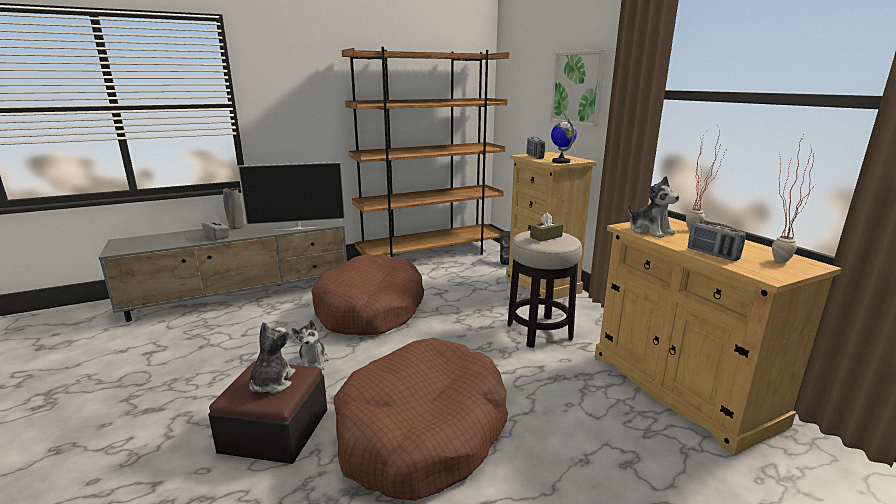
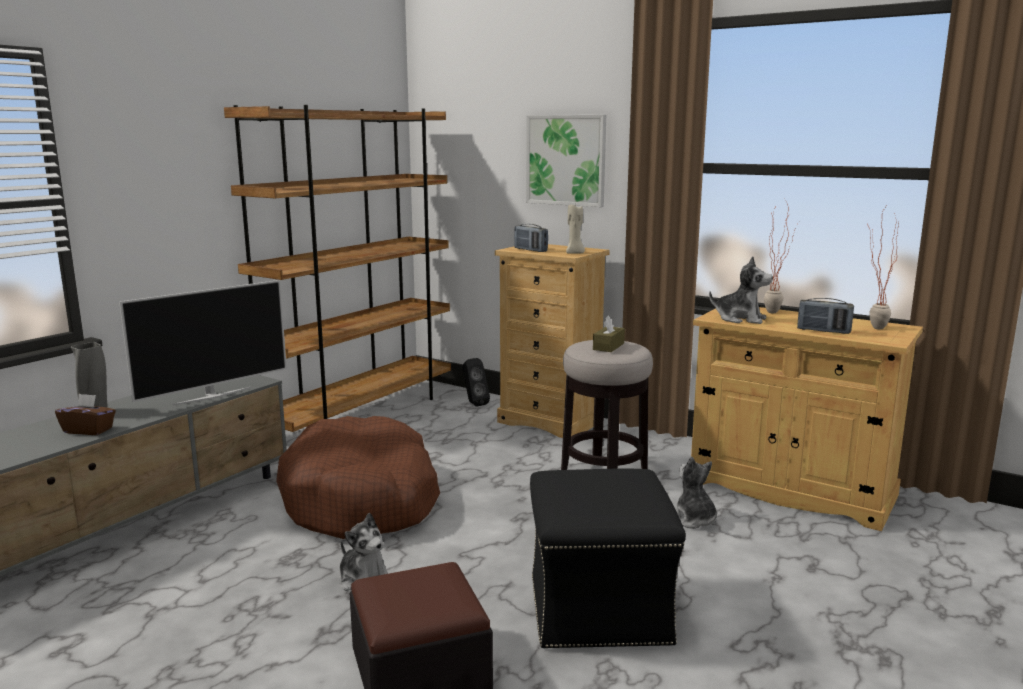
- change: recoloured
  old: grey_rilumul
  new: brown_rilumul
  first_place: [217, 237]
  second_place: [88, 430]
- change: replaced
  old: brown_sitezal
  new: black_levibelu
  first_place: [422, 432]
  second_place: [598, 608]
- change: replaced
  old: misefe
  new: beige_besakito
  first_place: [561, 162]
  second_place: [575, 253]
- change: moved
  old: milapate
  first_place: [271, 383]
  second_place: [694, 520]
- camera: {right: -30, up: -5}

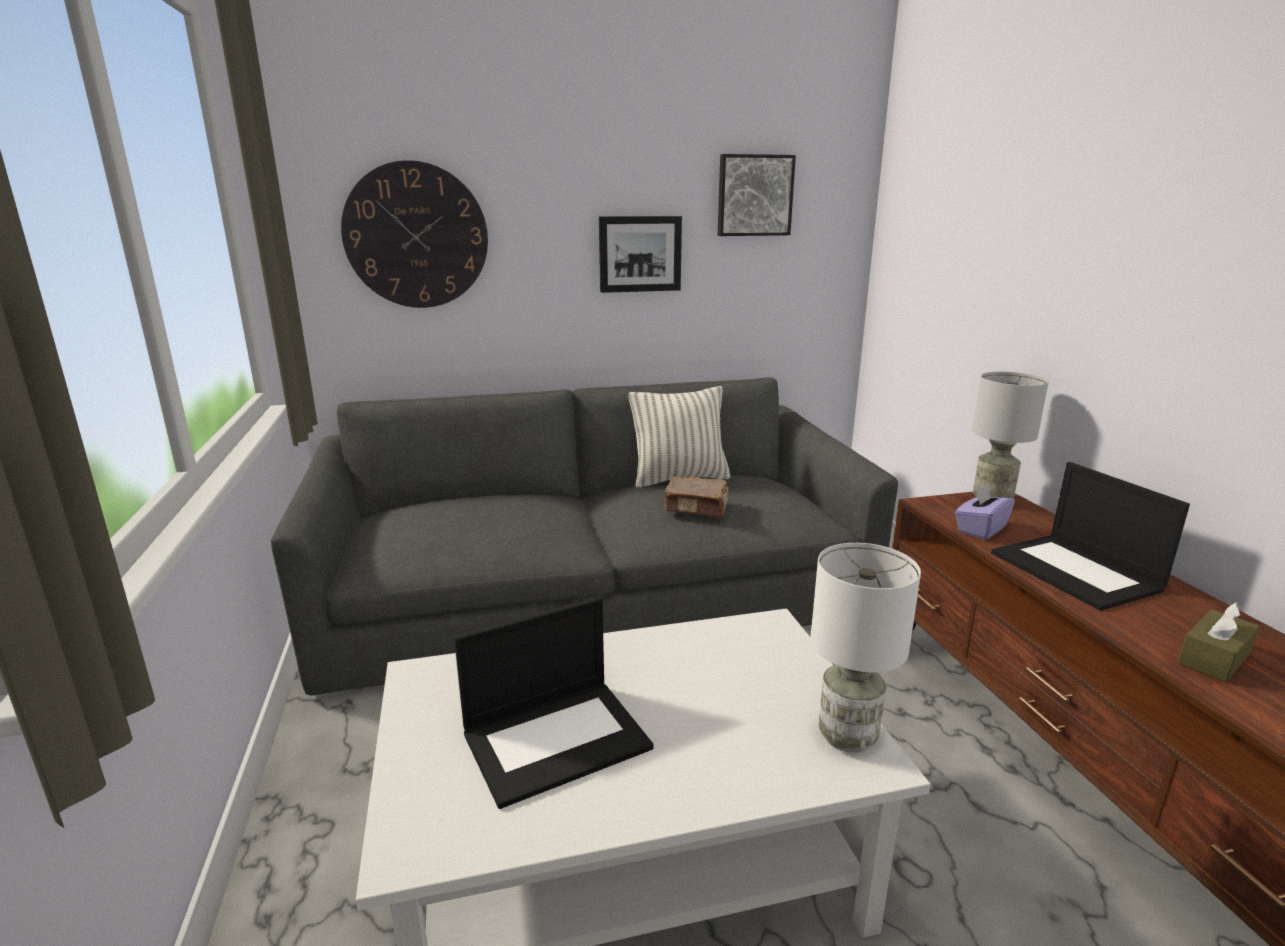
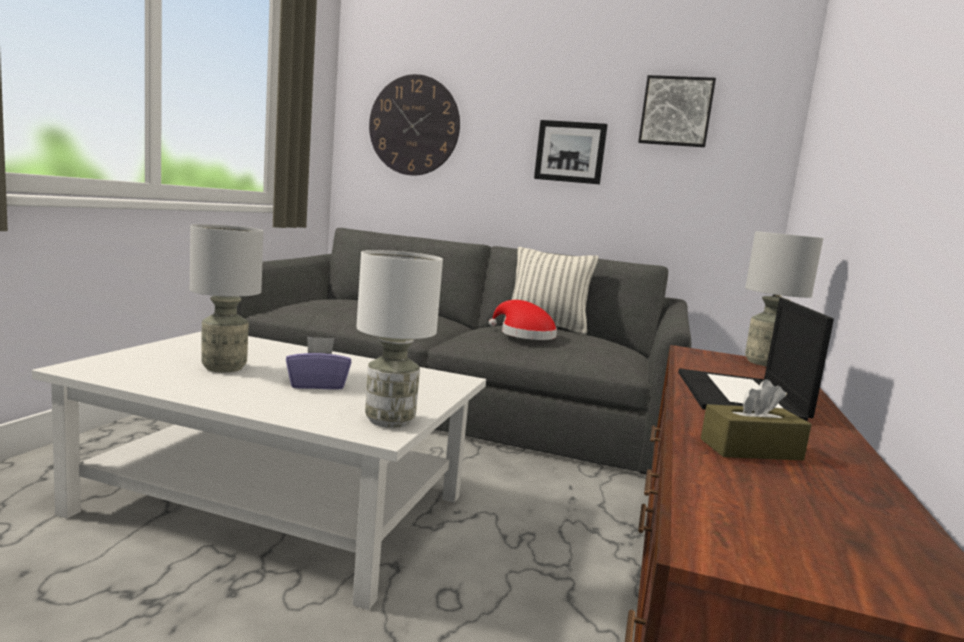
- change: replaced
  old: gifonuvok
  new: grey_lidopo
  first_place: [557, 738]
  second_place: [225, 367]
- change: moved
  old: purple_rilumul
  first_place: [980, 529]
  second_place: [318, 384]
- change: replaced
  old: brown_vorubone
  new: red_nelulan
  first_place: [697, 508]
  second_place: [524, 334]
- camera: {right: 30, up: -10}

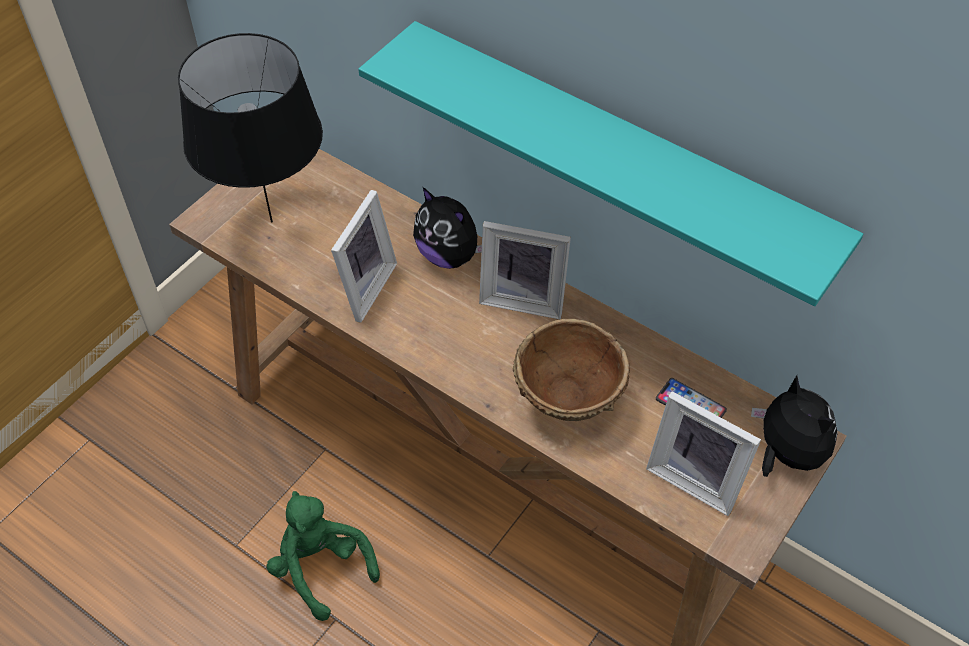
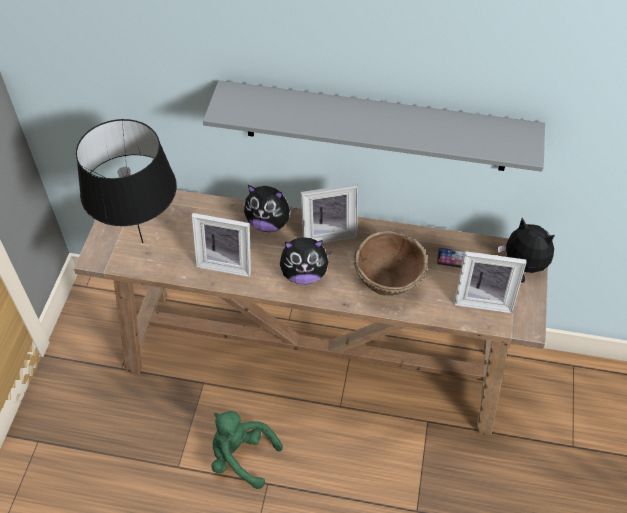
- change: turned
  old: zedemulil
  first_place: [362, 287]
  second_place: [226, 262]
  degrees: 105
- change: recoloured
  old: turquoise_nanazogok
  new: grey_nanazogok
  first_place: [616, 159]
  second_place: [376, 126]
- change: added
  new: milapate
  second_place: [304, 274]
- camera: {right: -25, up: 0}

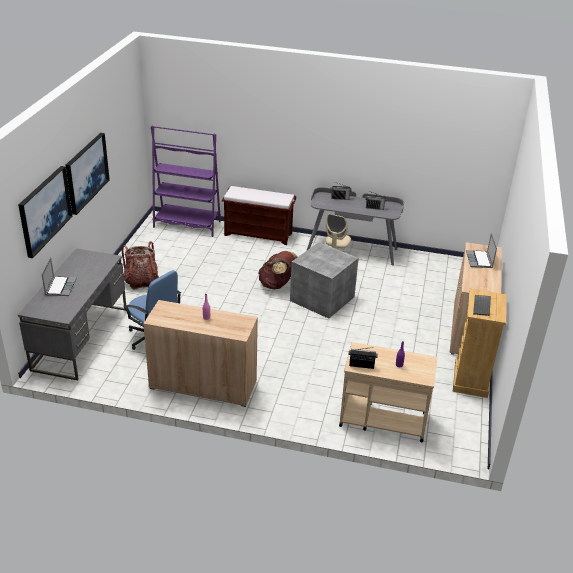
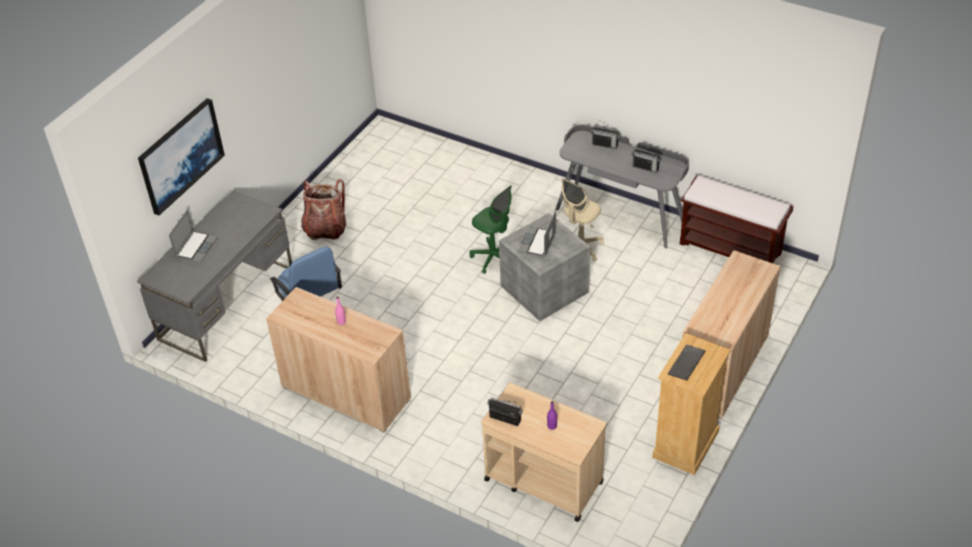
- change: replaced
  old: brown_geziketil
  new: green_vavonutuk
  first_place: [277, 285]
  second_place: [494, 258]
- change: moved
  old: gifonuvok
  first_place: [479, 260]
  second_place: [537, 243]
- change: moved
  old: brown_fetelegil
  first_place: [259, 234]
  second_place: [731, 248]
- change: removed
  old: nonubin
  first_place: [86, 172]
- change: removed
  old: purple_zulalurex
  first_place: [187, 224]
- camera: {right: 20, up: 10}

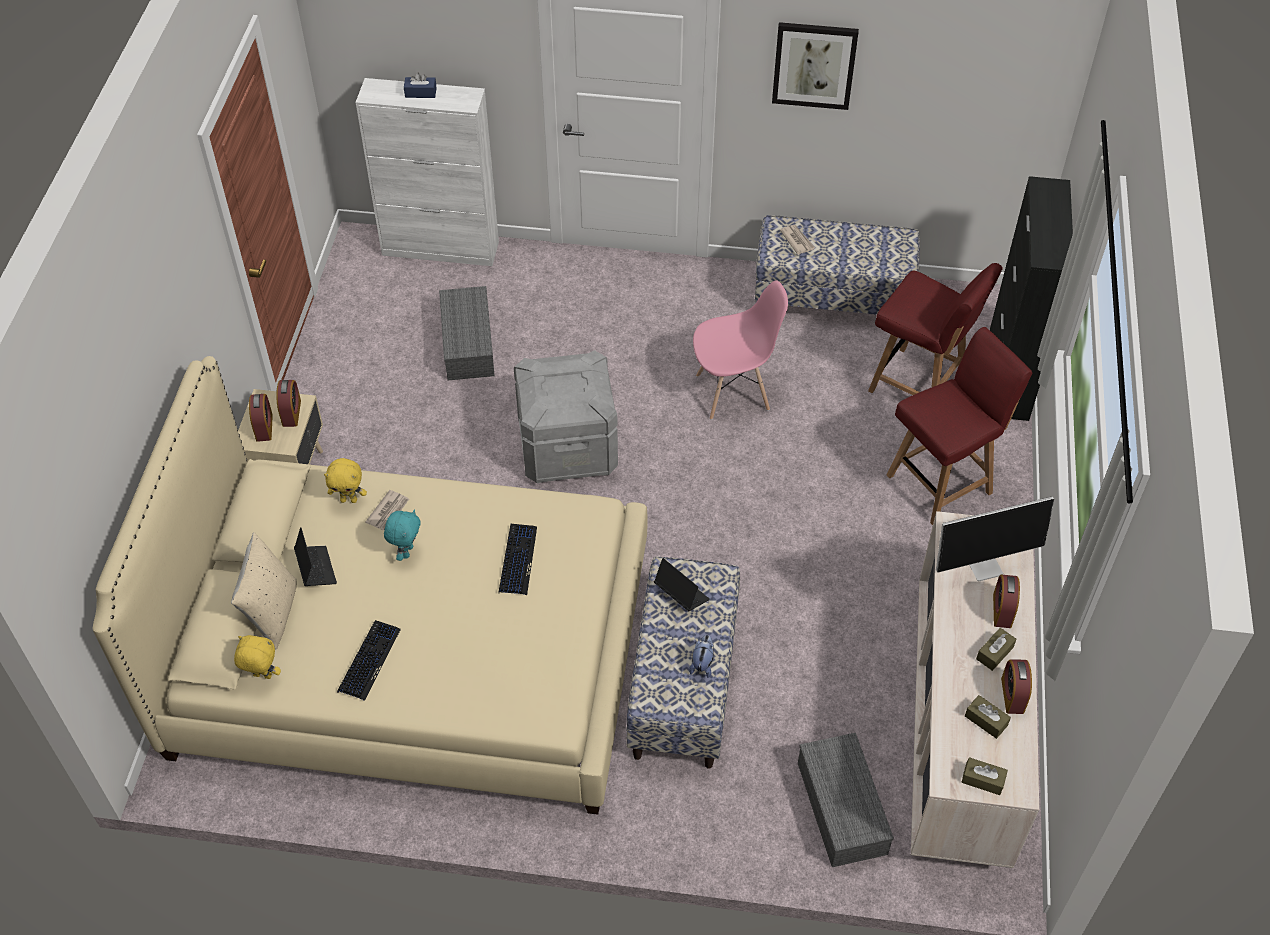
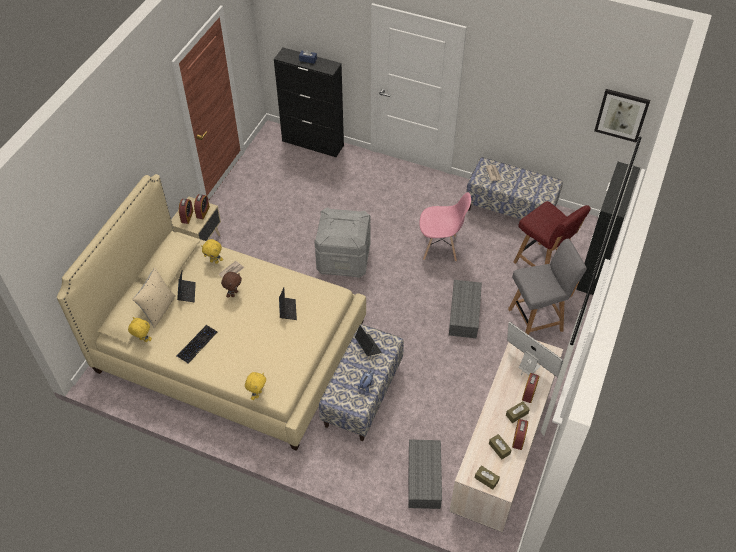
- change: recoloured
  old: turquoise_milapate
  new: brown_milapate
  first_place: [406, 551]
  second_place: [234, 293]
- change: added
  new: yellow_milapate
  second_place: [257, 394]
- change: recoloured
  old: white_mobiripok
  new: black_mobiripok
  first_place: [441, 248]
  second_place: [313, 143]
- change: replaced
  old: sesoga
  new: gifonuvok
  first_place: [517, 560]
  second_place: [287, 310]
- change: moved
  old: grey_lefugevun
  first_place: [469, 344]
  second_place: [465, 315]
- change: turned
  old: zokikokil
  first_place: [985, 565]
  second_place: [528, 366]
  degrees: -135
- change: recoloured
  old: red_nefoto
  new: grey_nefoto
  first_place: [941, 483]
  second_place: [537, 319]
- change: moved
  old: nonubin
  first_place: [814, 65]
  second_place: [621, 115]
- camera: {right: 15, up: 0}

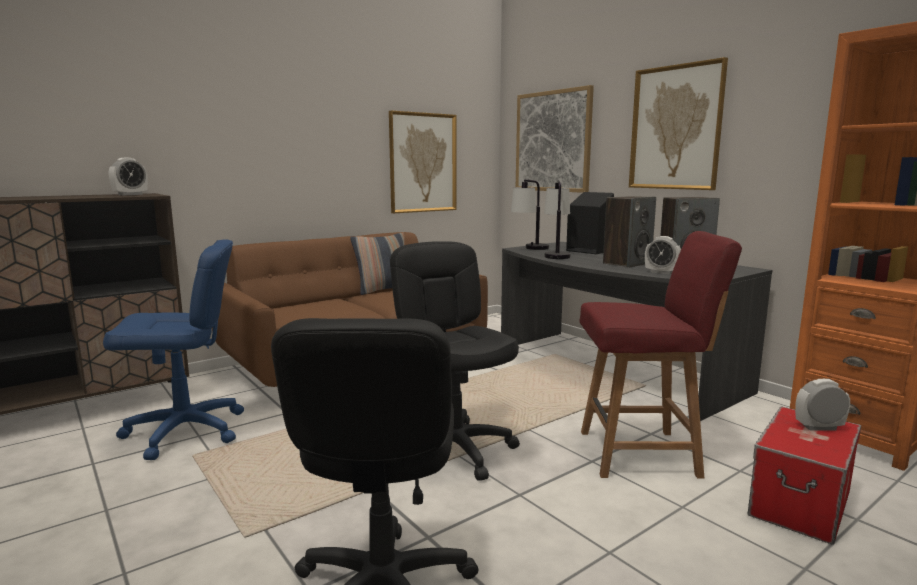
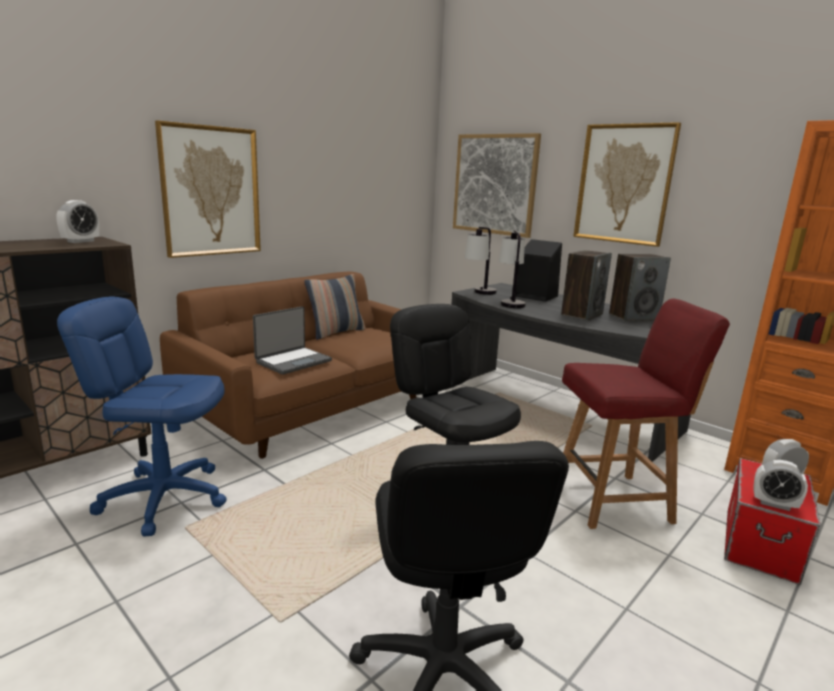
- change: turned
  old: blue_vavonutuk
  first_place: [185, 431]
  second_place: [164, 498]
  degrees: -150
- change: moved
  old: nonubin
  first_place: [423, 163]
  second_place: [211, 191]
- change: added
  new: gifonuvok
  second_place: [293, 361]
- change: moved
  old: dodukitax
  first_place: [661, 272]
  second_place: [774, 504]
- camera: {right: -10, up: 5}

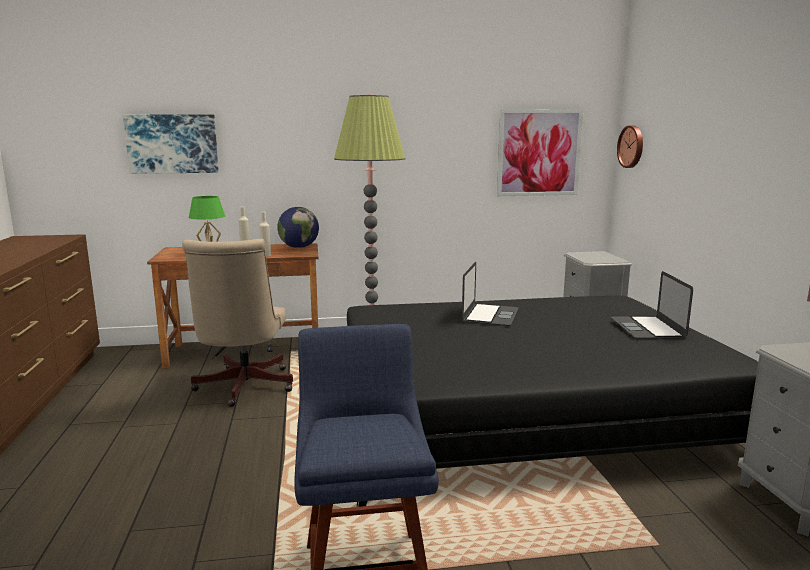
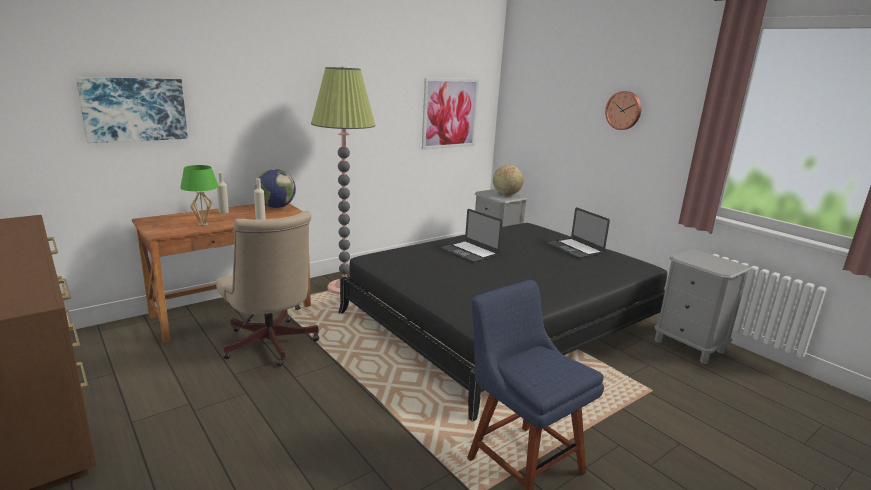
- change: turned
  old: gifonuvok
  first_place: [490, 315]
  second_place: [469, 251]
  degrees: 150
- change: added
  new: misefe
  second_place: [506, 194]
- change: moved
  old: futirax
  first_place: [632, 146]
  second_place: [624, 110]
- camera: {right: -30, up: 5}

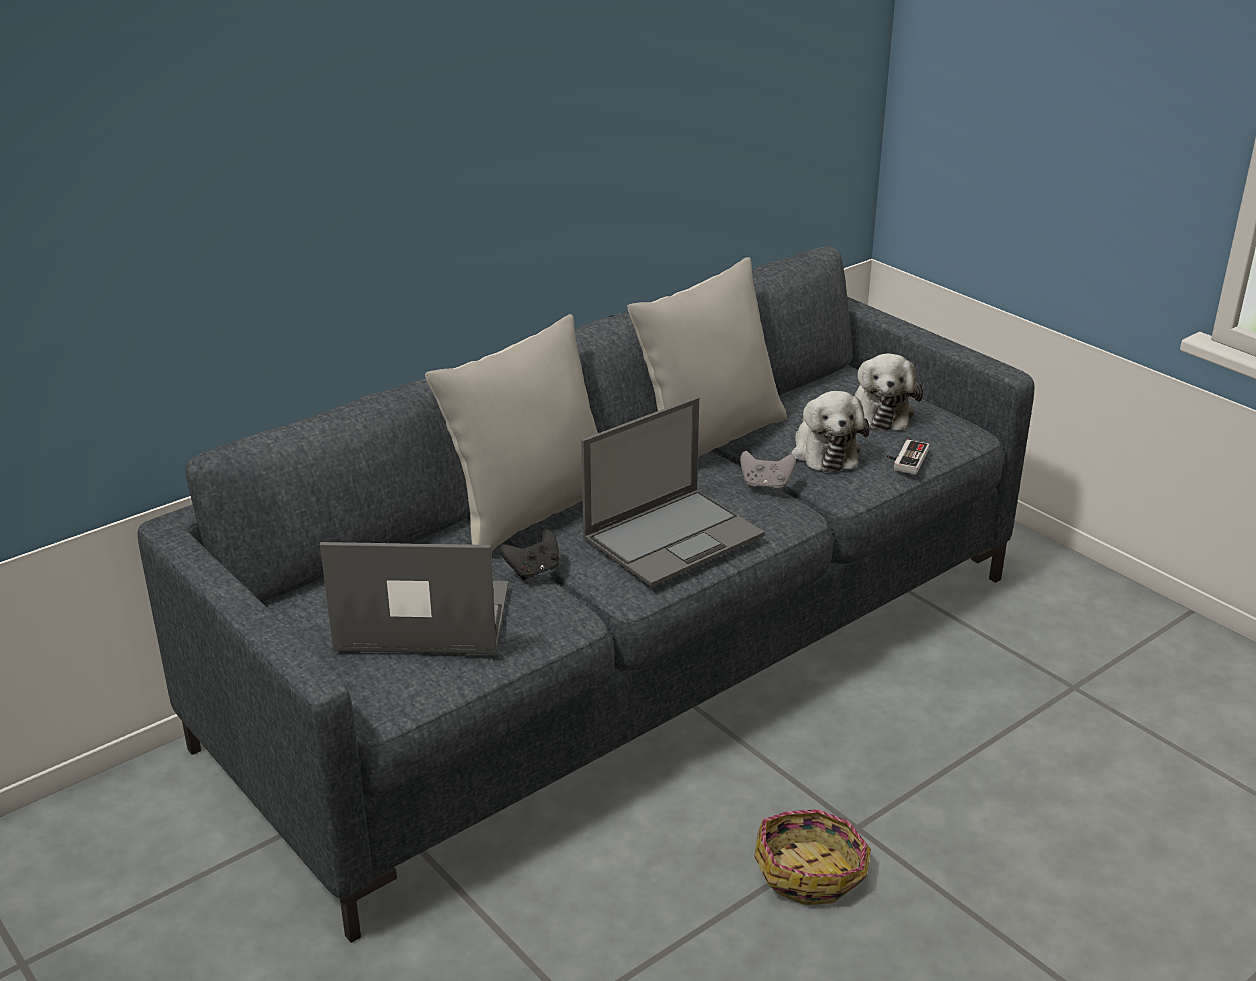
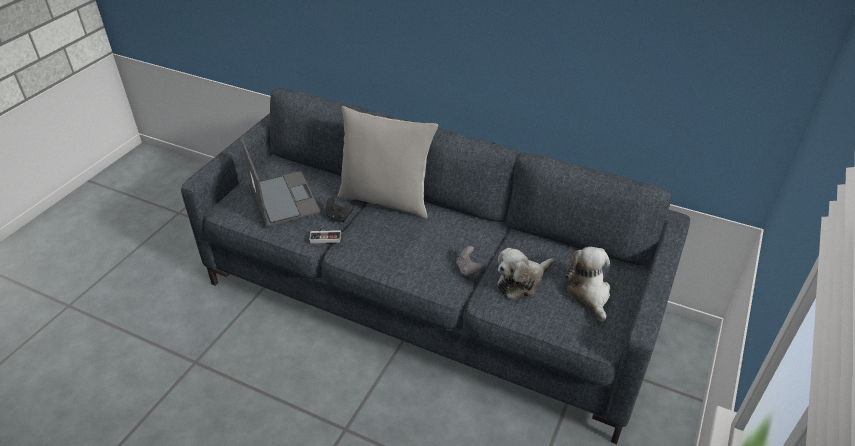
- change: moved
  old: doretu
  first_place: [905, 459]
  second_place: [325, 236]
- change: turned
  old: milapate
  first_place: [880, 412]
  second_place: [589, 294]
  degrees: 105
- change: removed
  old: gifonuvok
  first_place: [674, 536]
- change: removed
  old: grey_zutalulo
  first_place: [708, 440]
- change: removed
  old: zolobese
  first_place: [811, 870]
- camera: {right: 65, up: 10}

